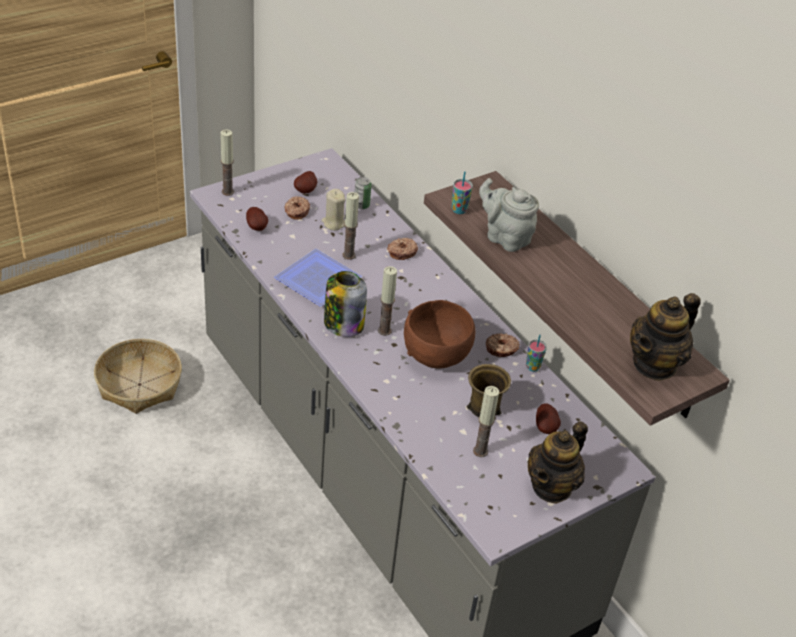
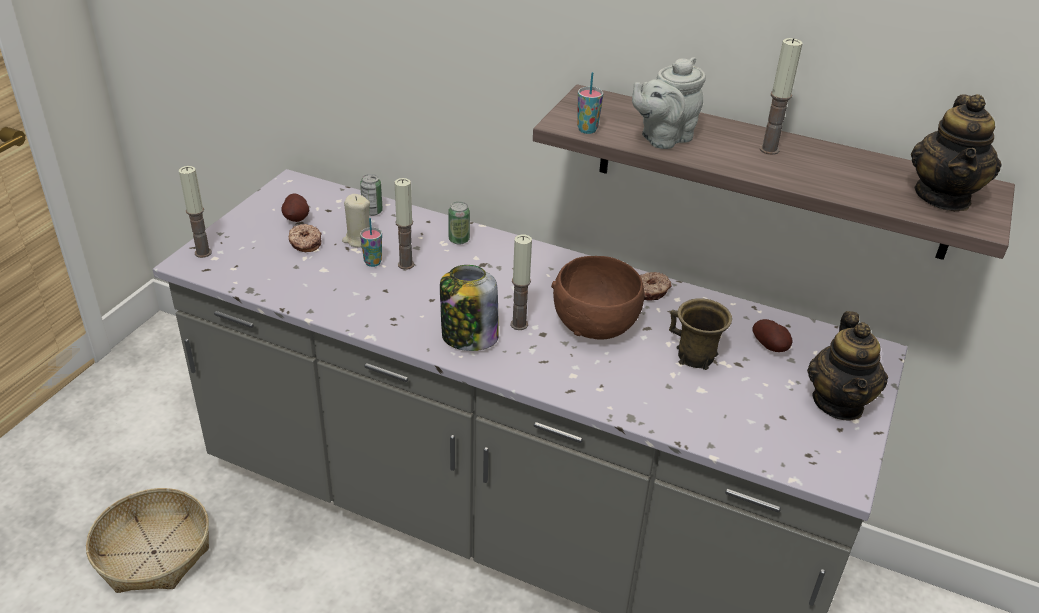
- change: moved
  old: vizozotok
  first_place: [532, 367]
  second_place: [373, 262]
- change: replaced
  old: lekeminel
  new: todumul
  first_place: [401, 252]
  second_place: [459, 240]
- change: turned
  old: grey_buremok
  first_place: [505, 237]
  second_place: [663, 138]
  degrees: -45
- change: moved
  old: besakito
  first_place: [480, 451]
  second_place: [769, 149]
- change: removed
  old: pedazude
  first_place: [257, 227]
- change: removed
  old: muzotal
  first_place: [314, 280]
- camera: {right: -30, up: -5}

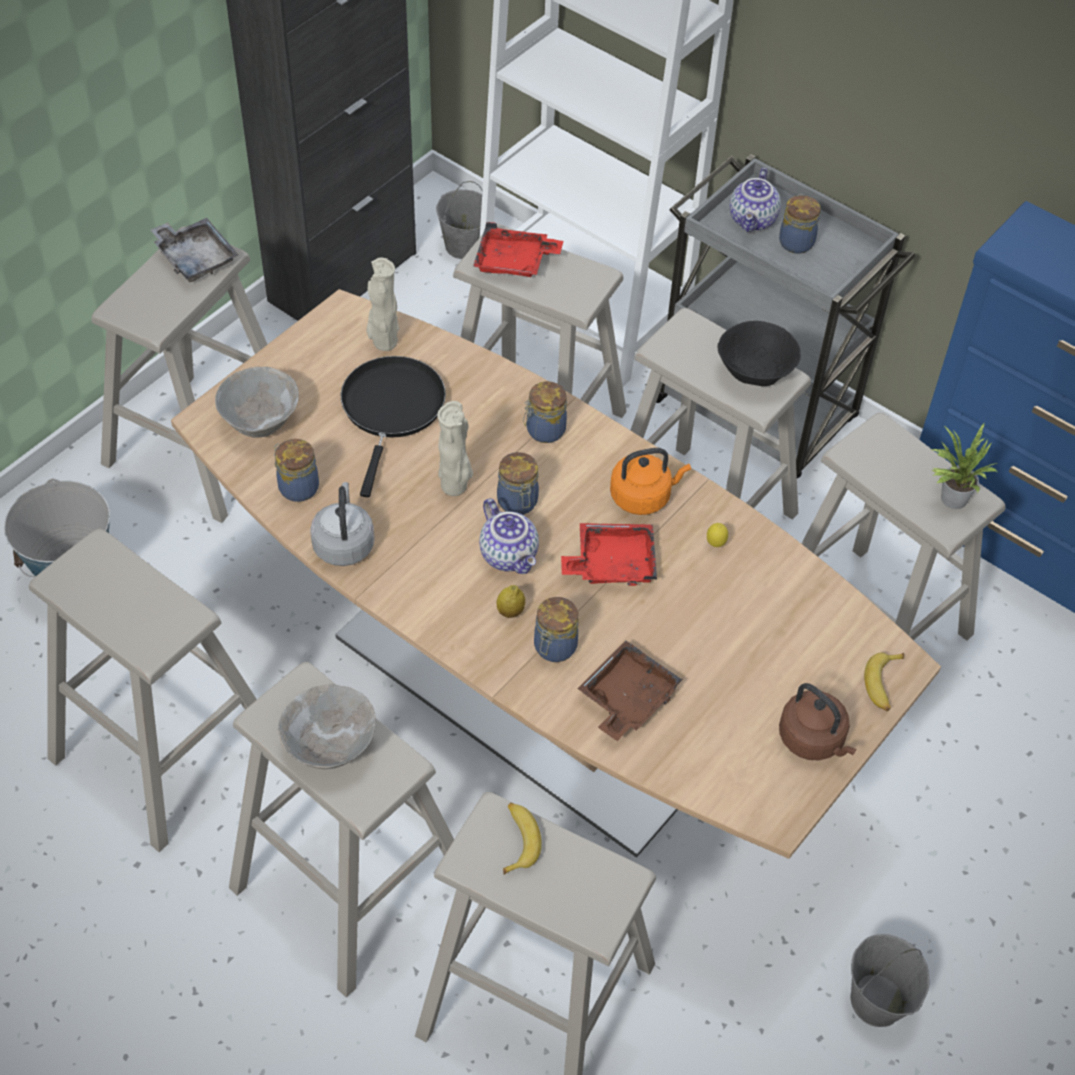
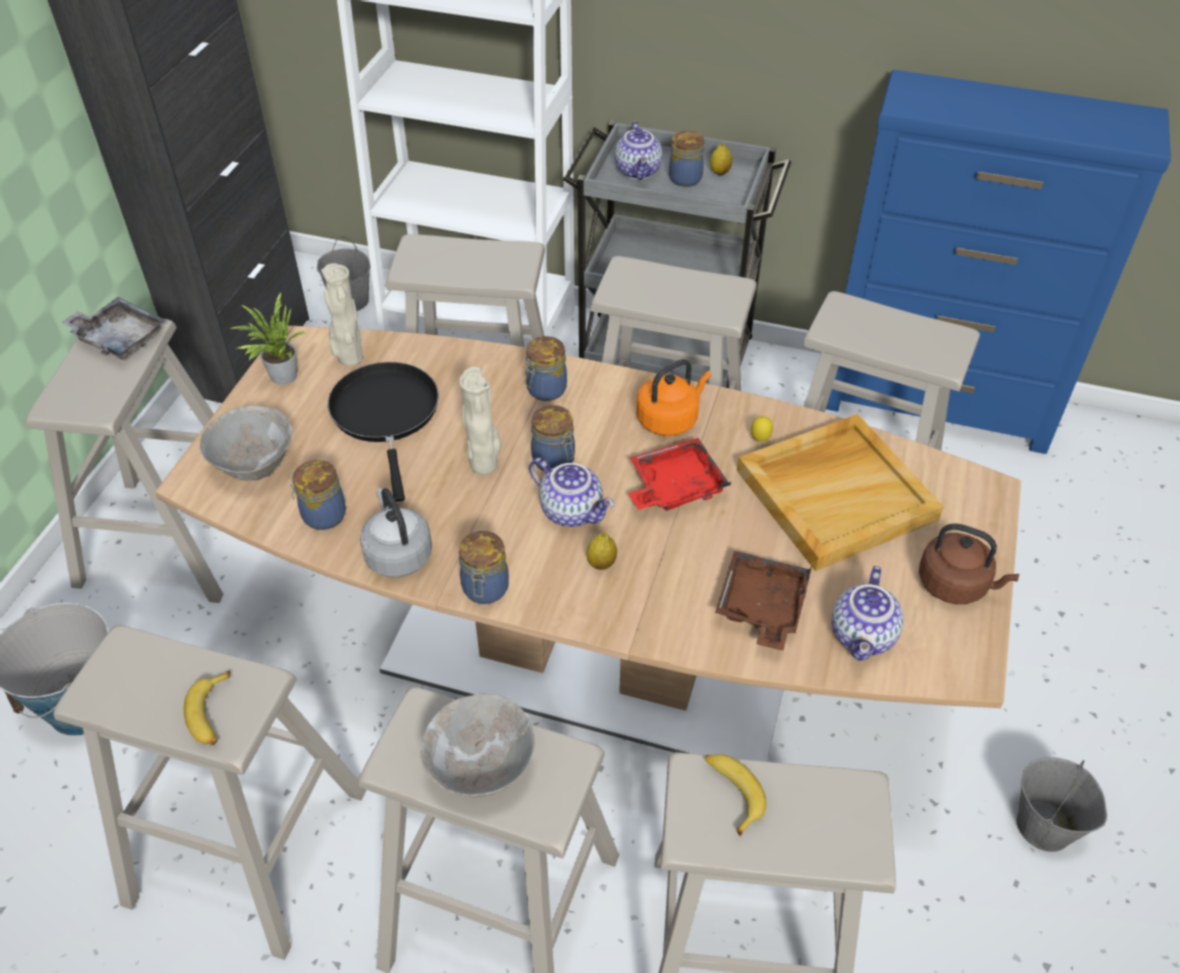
- change: moved
  old: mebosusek
  first_place: [884, 685]
  second_place: [211, 714]
- change: moved
  old: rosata
  first_place: [950, 497]
  second_place: [280, 376]
- change: moved
  old: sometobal
  first_place: [554, 648]
  second_place: [485, 590]
- change: added
  new: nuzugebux
  second_place: [720, 172]
- change: added
  new: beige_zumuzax
  second_place: [836, 493]
- change: added
  new: buremok
  second_place: [864, 636]
- change: removed
  old: red_zumuzax
  first_place: [514, 262]
- change: removed
  old: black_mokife
  first_place: [755, 374]
- camera: {right: -20, up: -5}

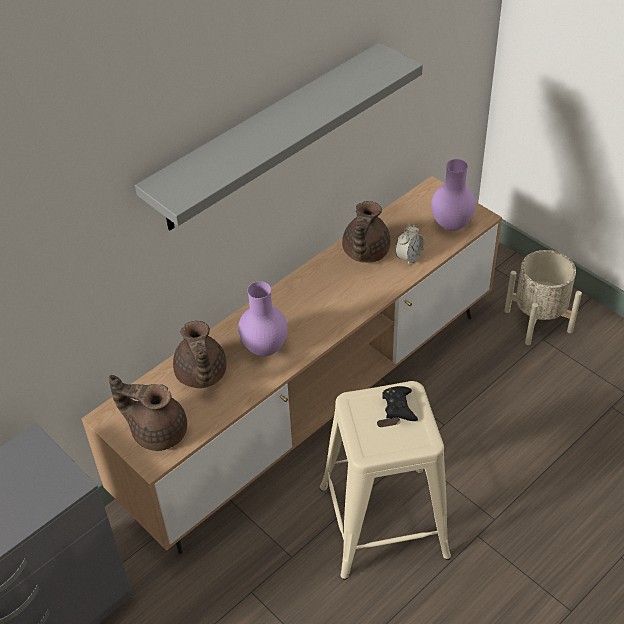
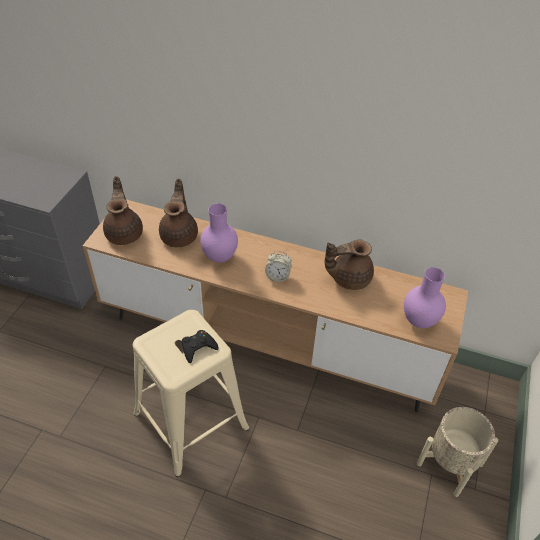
- change: turned
  old: brown_buremok
  first_place: [201, 375]
  second_place: [180, 235]
  degrees: 135
- change: moved
  old: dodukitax
  first_place: [409, 257]
  second_place: [277, 277]
- change: removed
  old: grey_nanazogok
  first_place: [268, 137]
- camera: {right: 60, up: 0}

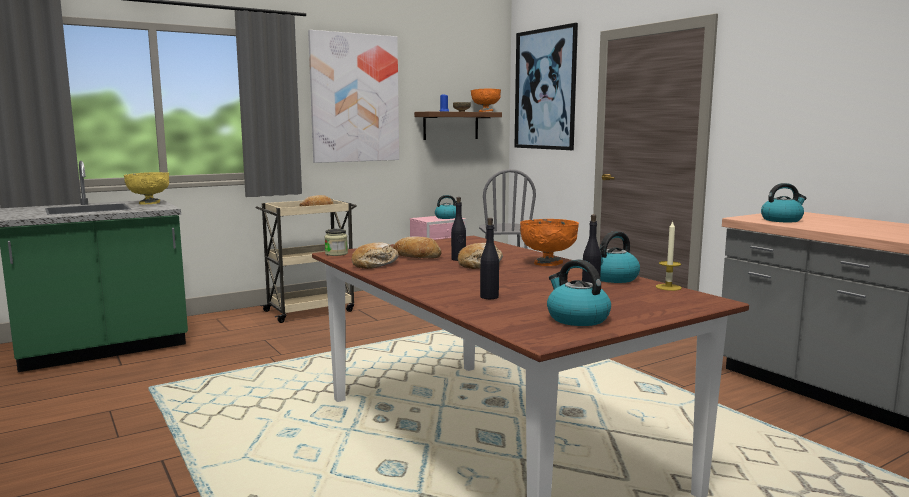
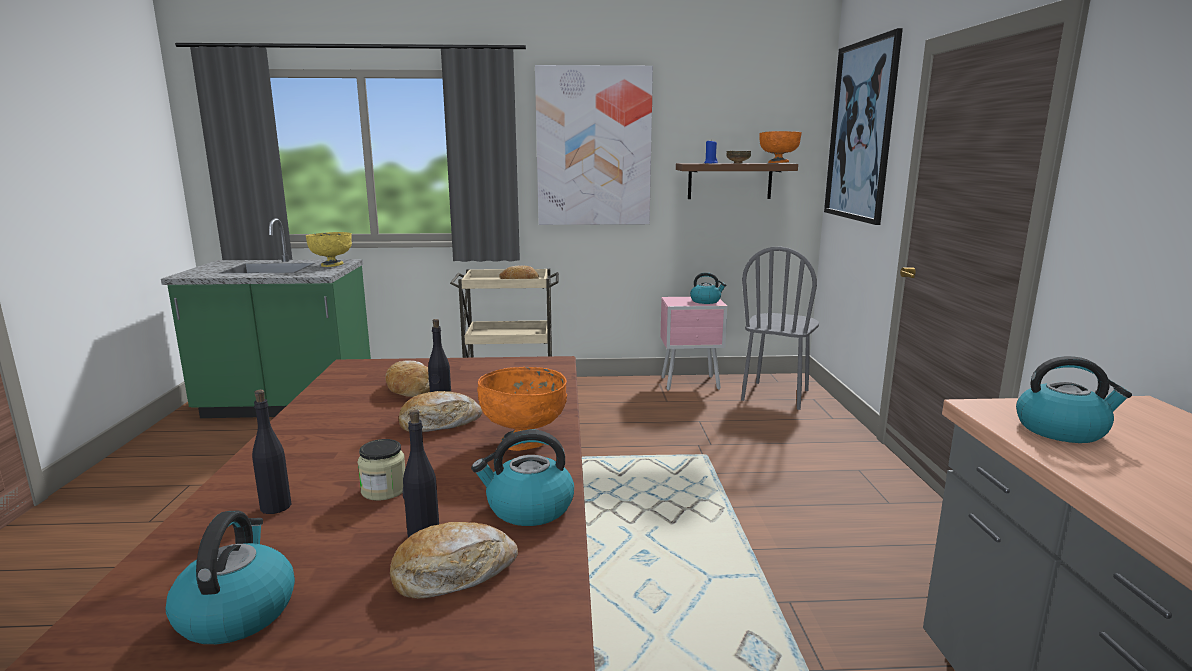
- change: moved
  old: sometobal
  first_place: [336, 253]
  second_place: [384, 490]
- change: moved
  old: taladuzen
  first_place: [375, 264]
  second_place: [453, 573]
- change: removed
  old: besakito
  first_place: [668, 287]
- camera: {right: 30, up: 5}

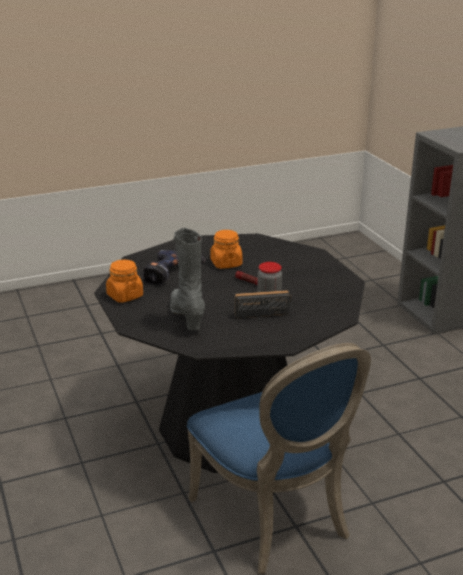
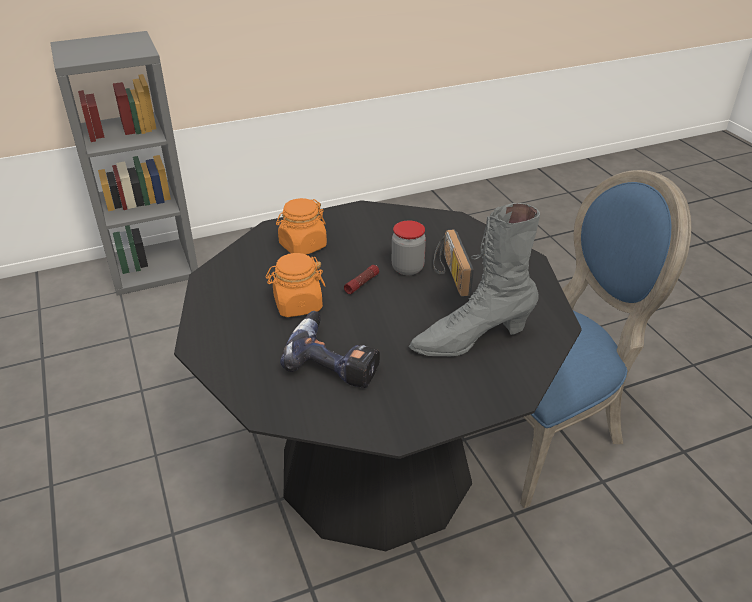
- change: moved
  old: orange_sometobal
  first_place: [124, 296]
  second_place: [302, 246]
- camera: {right: -90, up: 10}

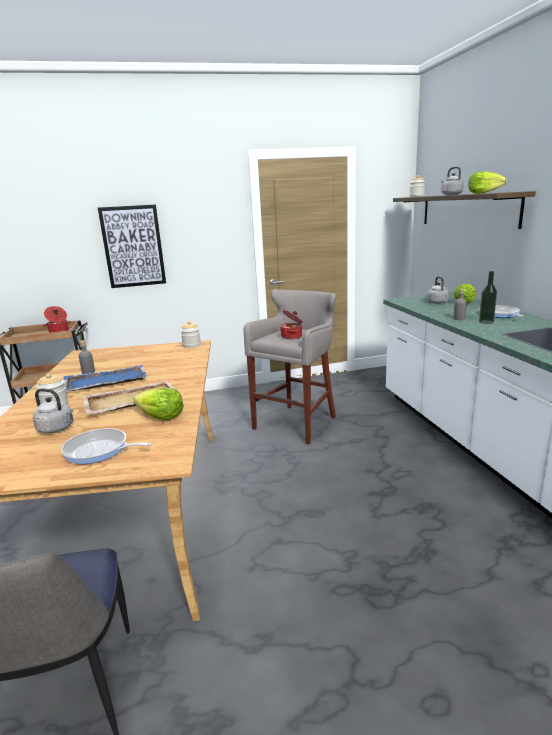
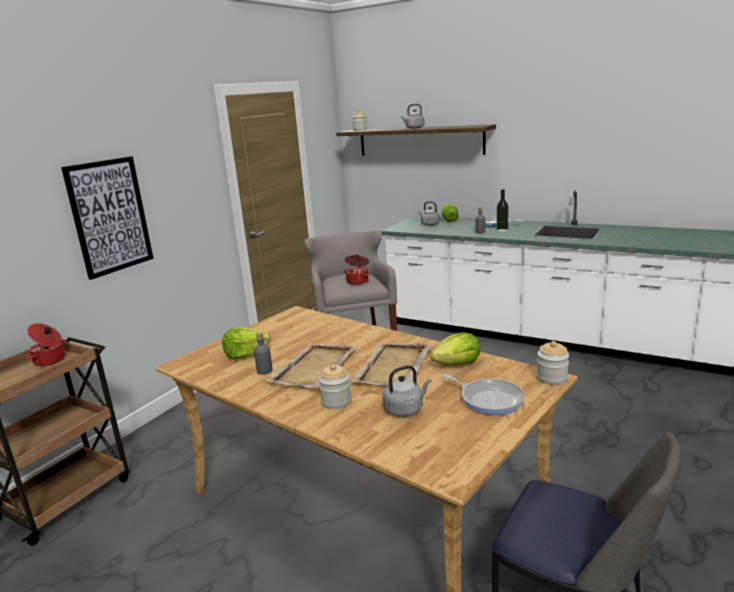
- change: moved
  old: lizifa
  first_place: [483, 193]
  second_place: [245, 354]
- change: recoloured
  old: blue_zumuzax
  new: beige_zumuzax
  first_place: [105, 381]
  second_place: [313, 368]
- change: turned
  old: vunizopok
  first_place: [99, 450]
  second_place: [489, 399]
  degrees: -105
- change: moved
  old: sometobal
  first_place: [191, 345]
  second_place: [552, 378]
- camera: {right: -45, up: 0}

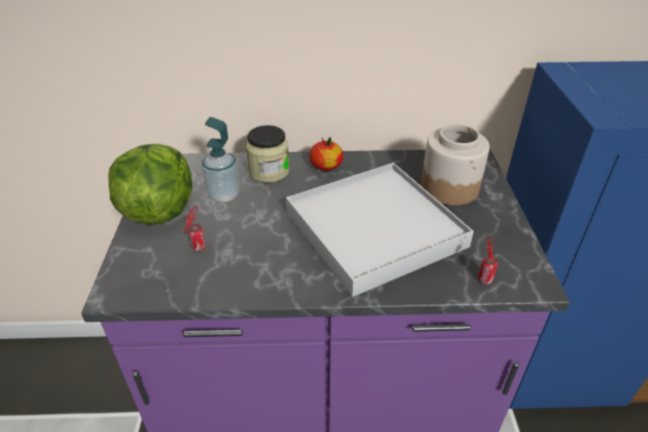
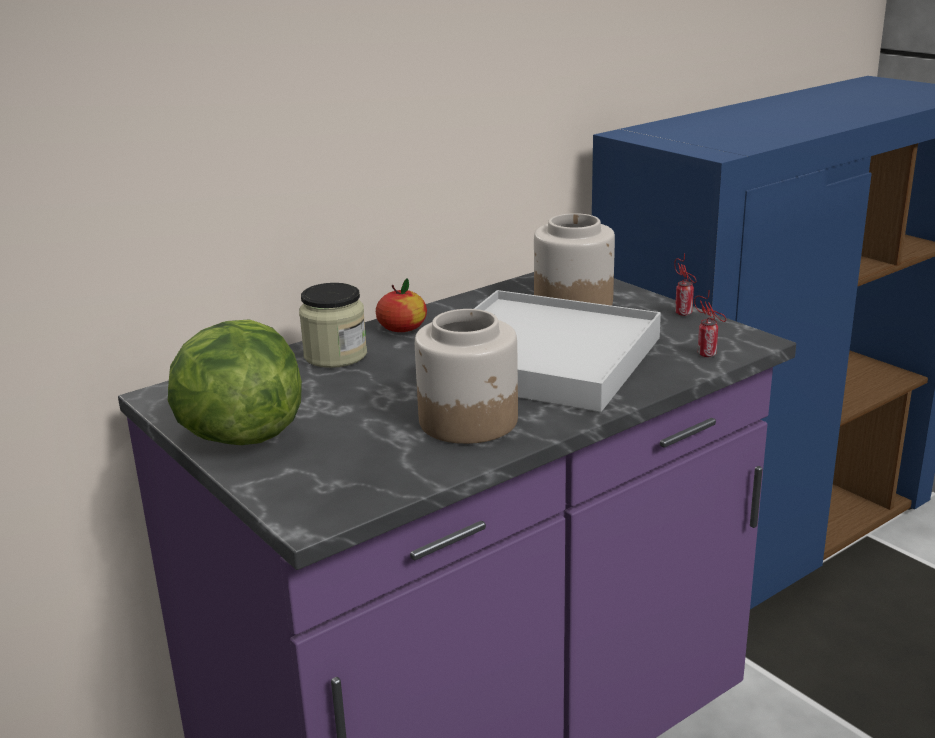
- change: added
  new: sometobal
  second_place: [469, 421]
- change: moved
  old: todumul
  first_place: [198, 248]
  second_place: [684, 314]
- change: removed
  old: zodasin
  first_place: [224, 195]
- camera: {right: -35, up: -15}

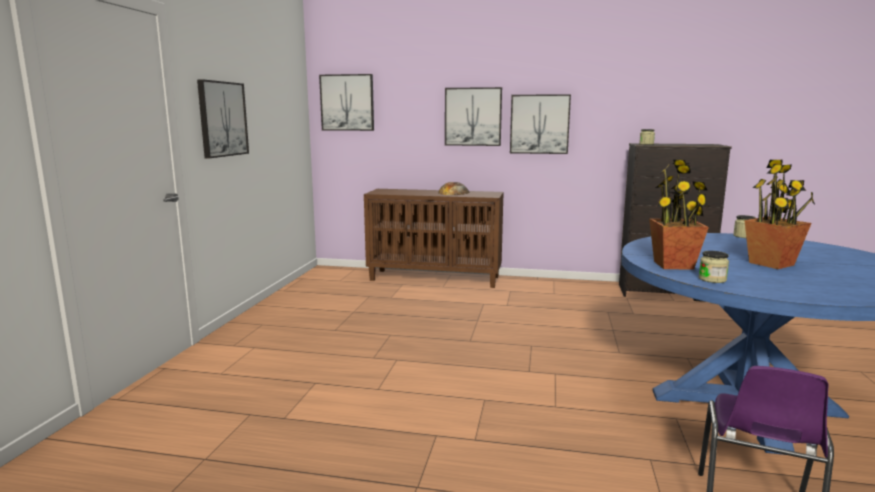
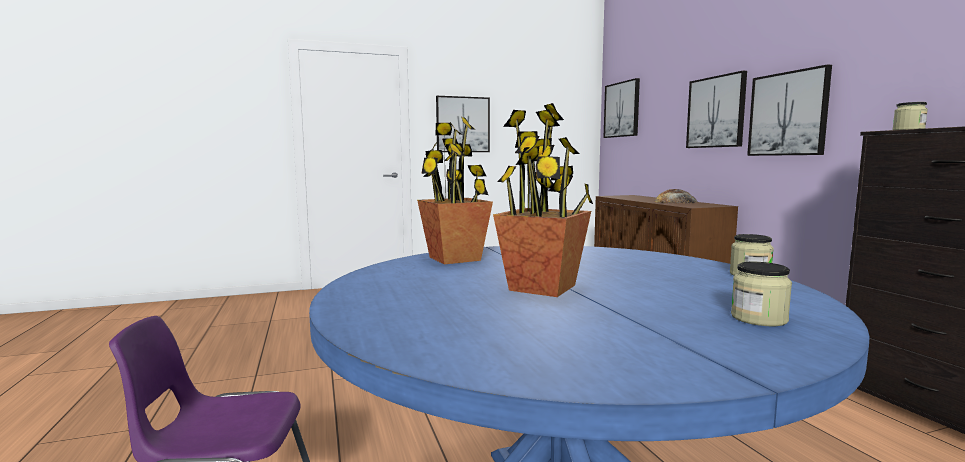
- change: moved
  old: sometobal
  first_place: [712, 279]
  second_place: [758, 318]
- camera: {right: 60, up: -5}

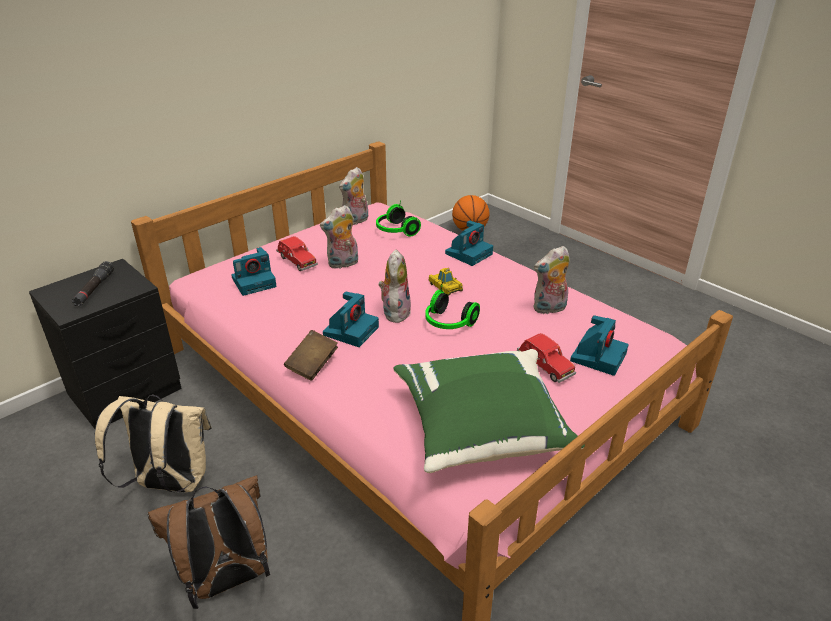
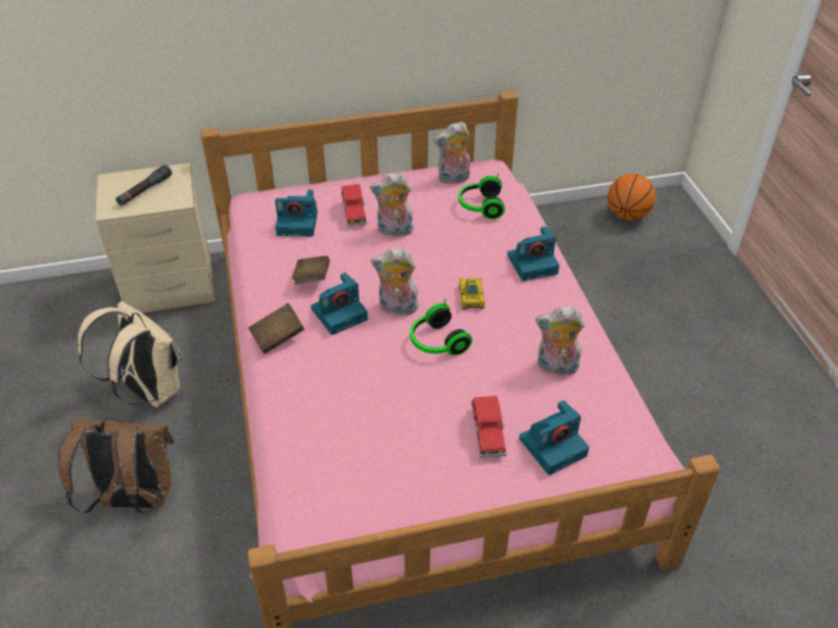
- change: recoloured
  old: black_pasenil
  new: beige_pasenil
  first_place: [128, 392]
  second_place: [172, 287]
- change: added
  new: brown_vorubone
  second_place: [312, 279]
- change: turned
  old: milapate
  first_place: [395, 312]
  second_place: [397, 308]
  degrees: -120
- change: removed
  old: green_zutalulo
  first_place: [482, 430]
- camera: {right: 30, up: 10}

